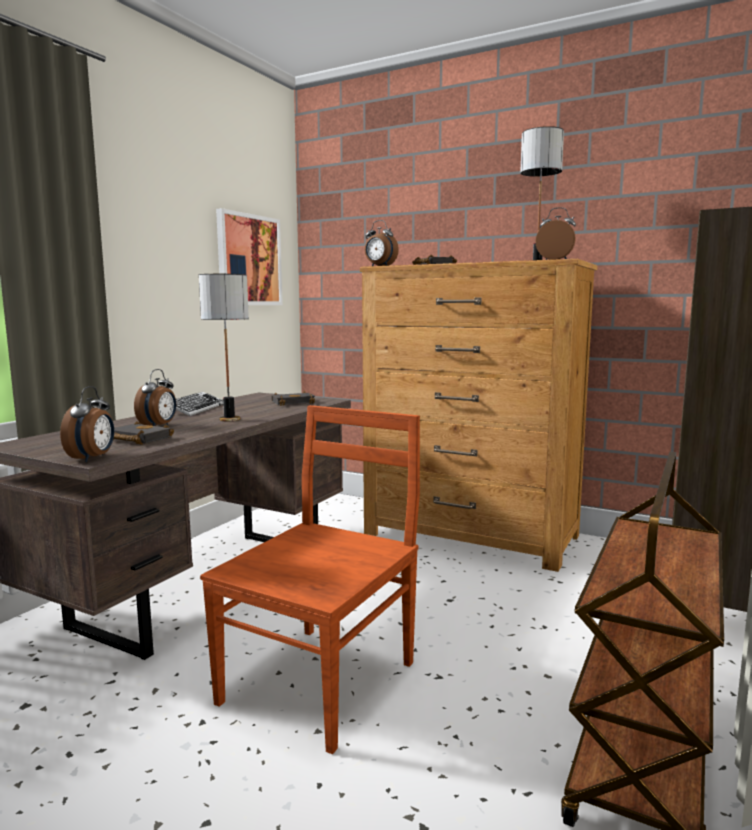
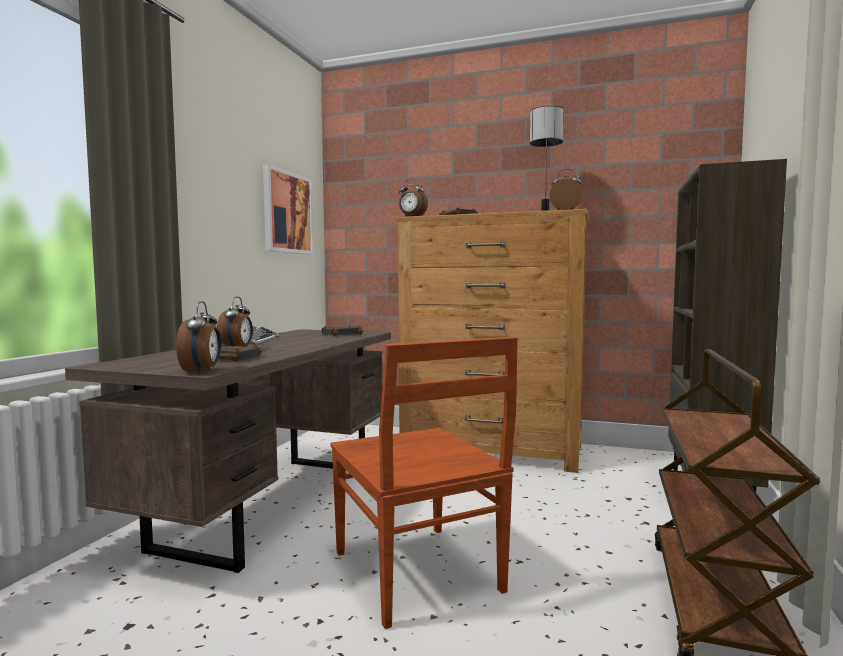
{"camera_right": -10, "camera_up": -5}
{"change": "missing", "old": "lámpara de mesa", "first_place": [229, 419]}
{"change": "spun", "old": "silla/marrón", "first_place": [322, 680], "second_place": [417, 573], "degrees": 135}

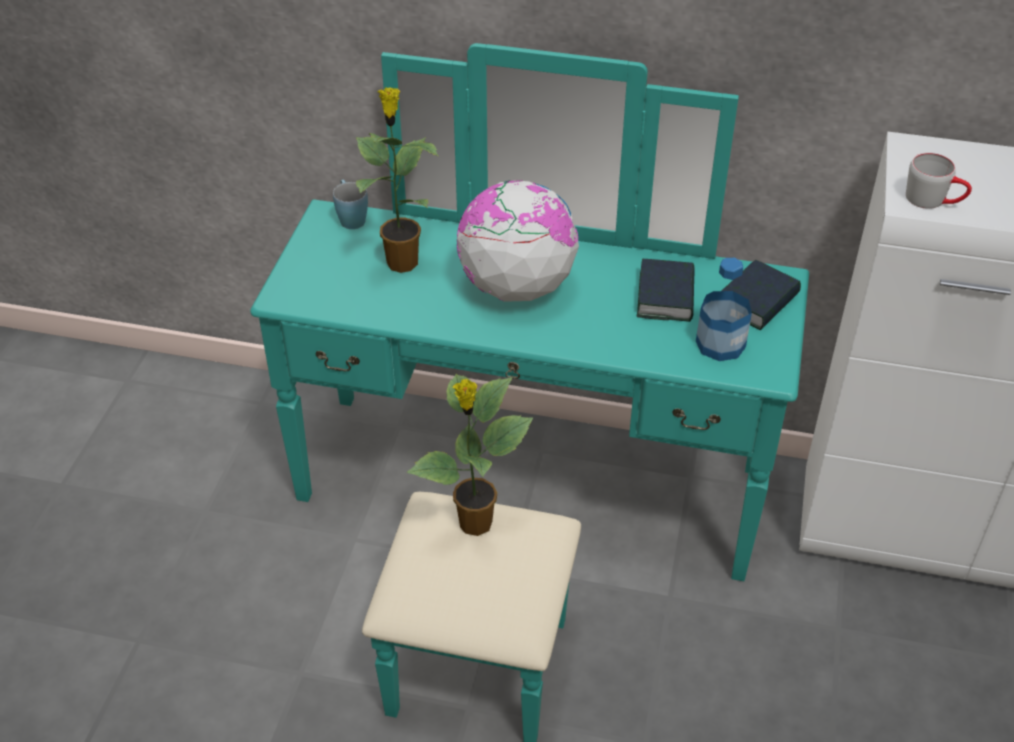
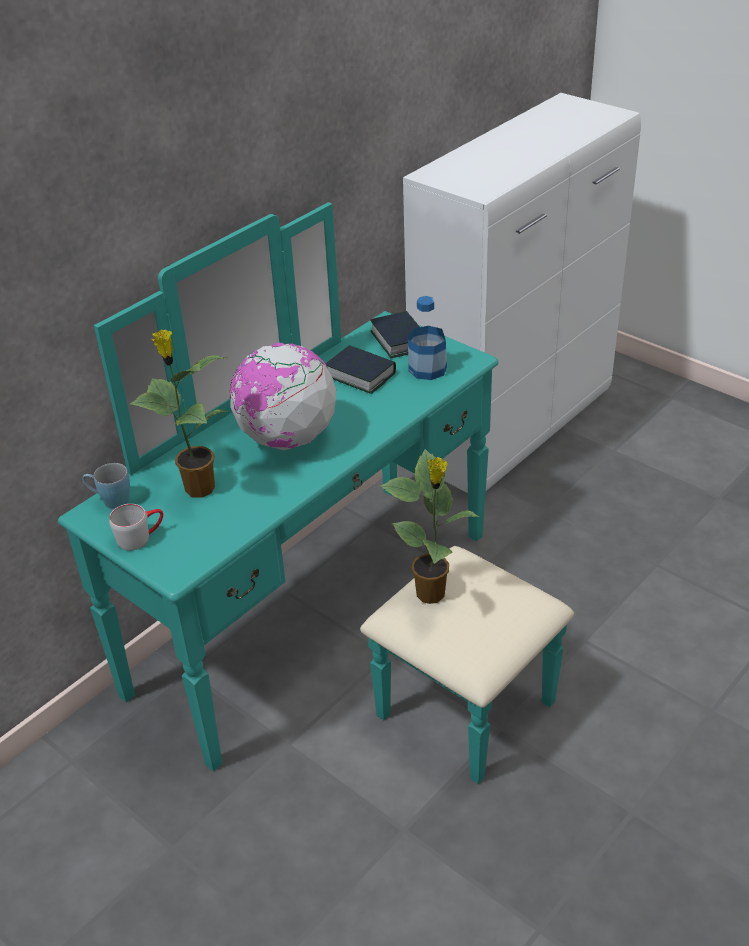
{"camera_right": -60, "camera_up": -5}
{"change": "relocated", "old": "taza grande/gris", "first_place": [934, 200], "second_place": [140, 537]}

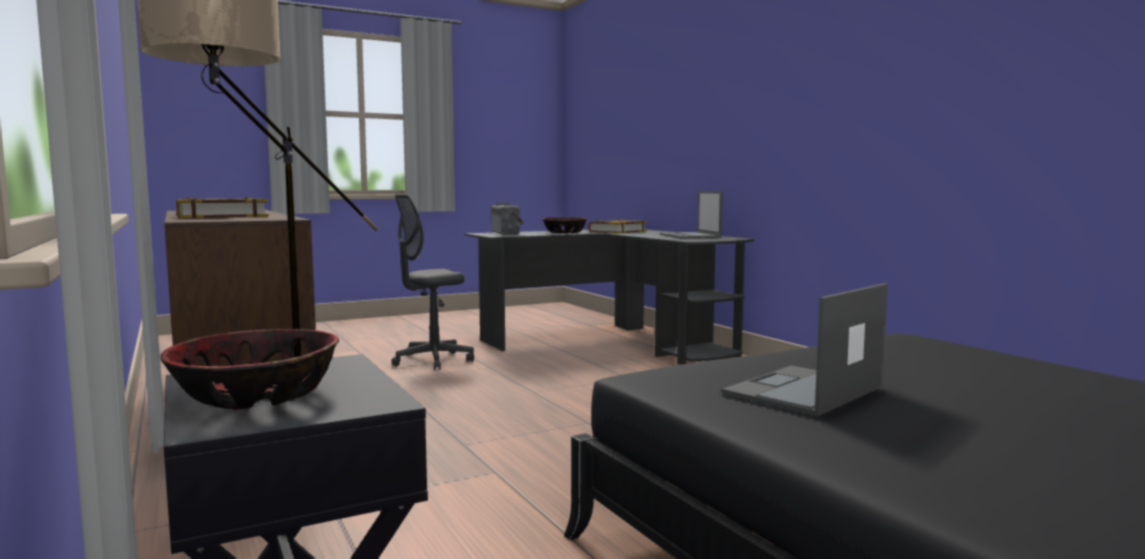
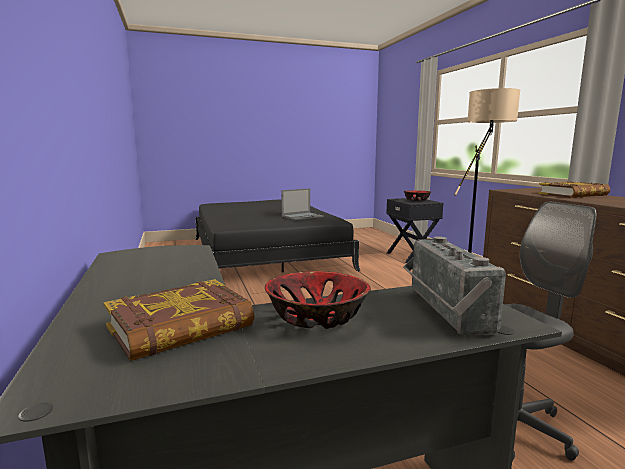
{"camera_right": -170, "camera_up": 5}
{"change": "missing", "old": "portátil", "first_place": [690, 236]}

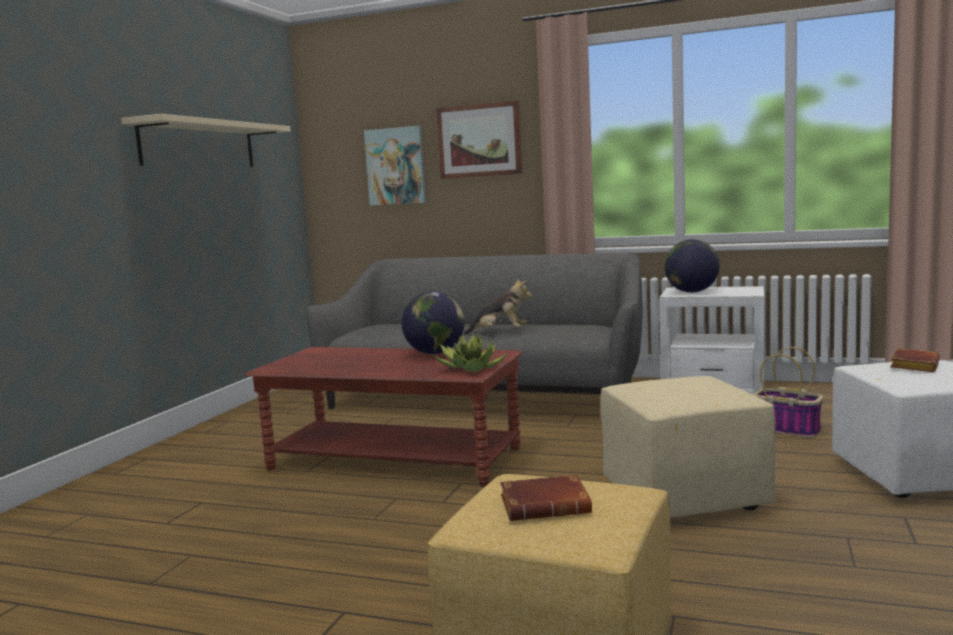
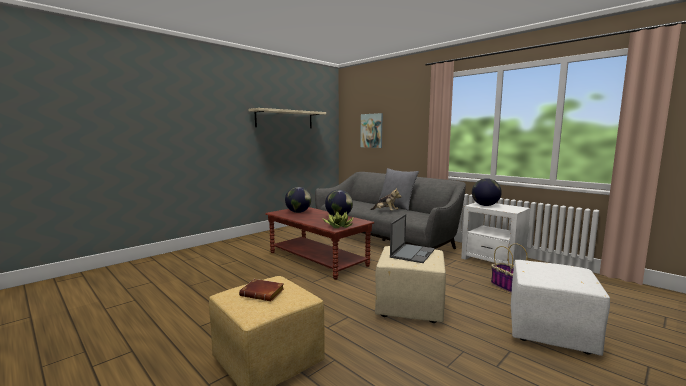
{"camera_right": 25, "camera_up": 0}
{"change": "missing", "old": "cuadro", "first_place": [479, 140]}
{"change": "missing", "old": "libro/marrón", "first_place": [912, 365]}
{"change": "appeared", "new": "cojín/gris", "second_place": [396, 206]}
{"change": "appeared", "new": "globo terráqueo", "second_place": [298, 212]}
{"change": "appeared", "new": "portátil", "second_place": [412, 253]}

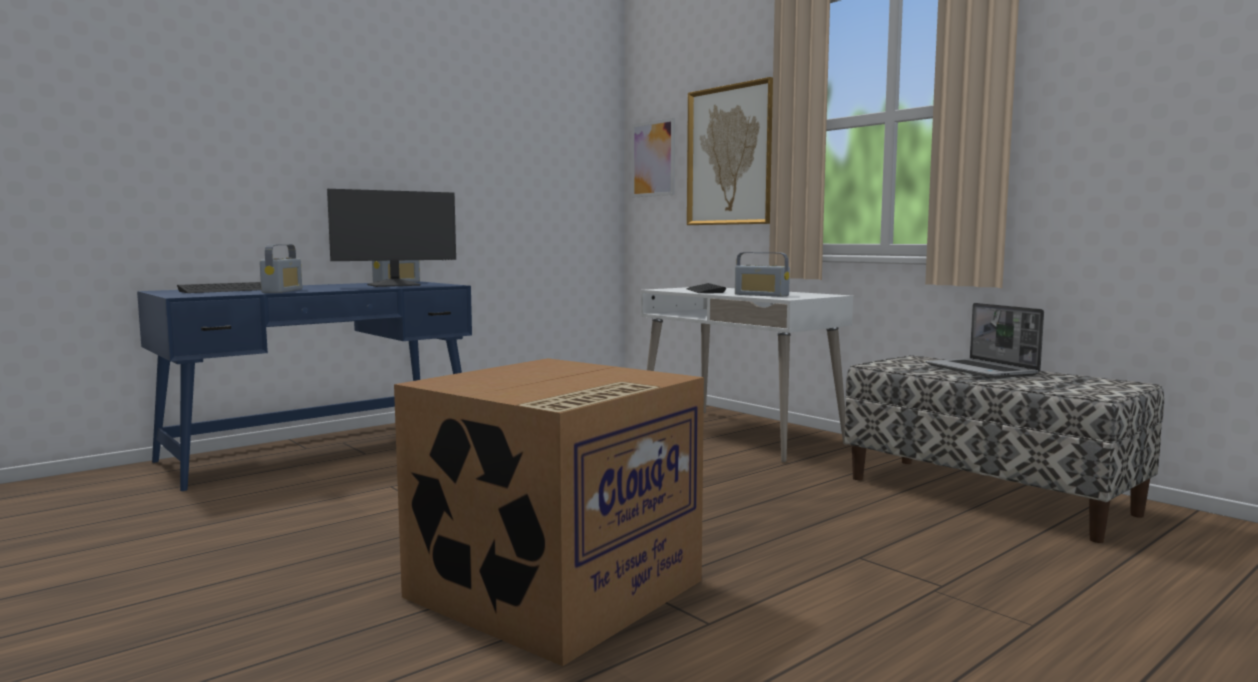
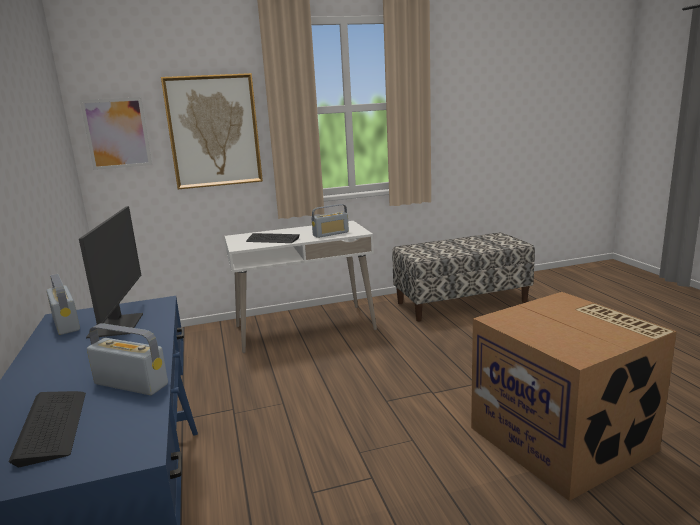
{"camera_right": -65, "camera_up": 10}
{"change": "missing", "old": "portátil", "first_place": [982, 370]}

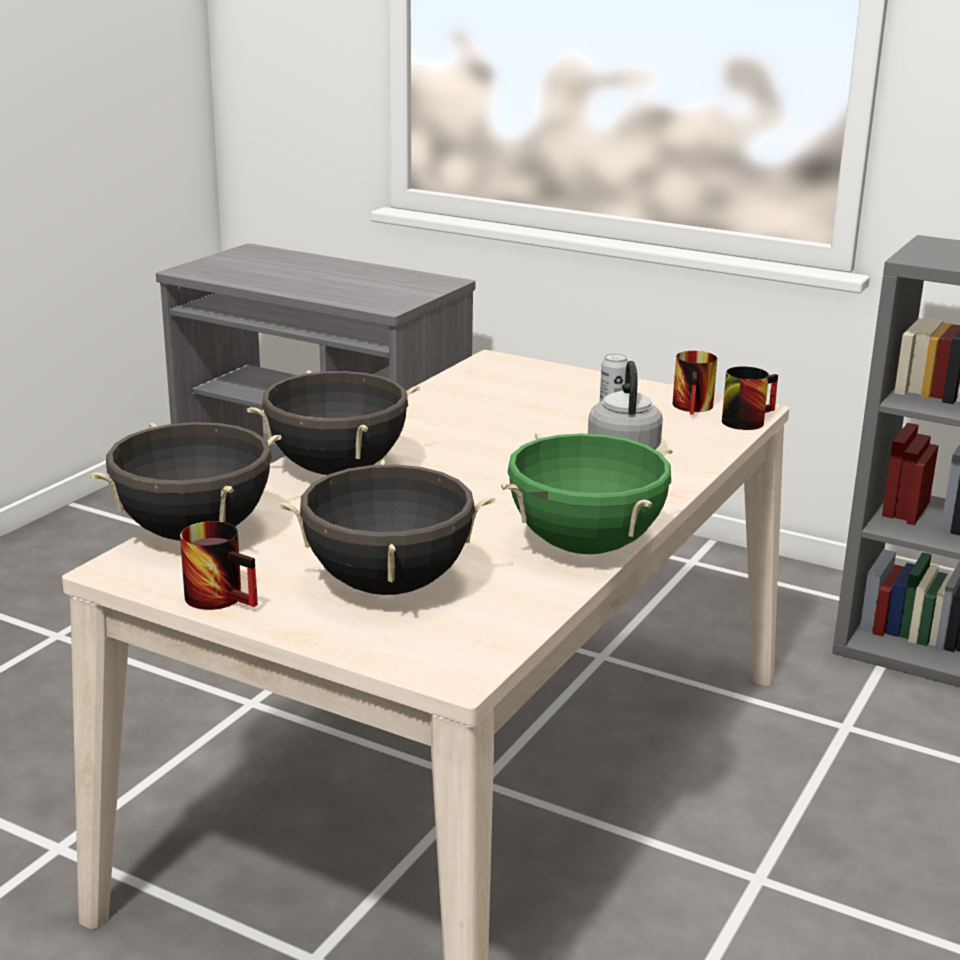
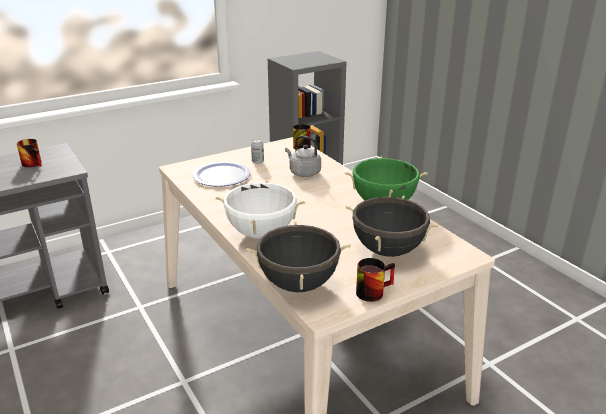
{"camera_right": -60, "camera_up": 5}
{"change": "relocated", "old": "taza grande", "first_place": [696, 408], "second_place": [35, 163]}
{"change": "colour", "old": "olla/negro", "new": "olla/blanco", "first_place": [337, 469], "second_place": [261, 233]}
{"change": "appeared", "new": "plato", "second_place": [222, 176]}

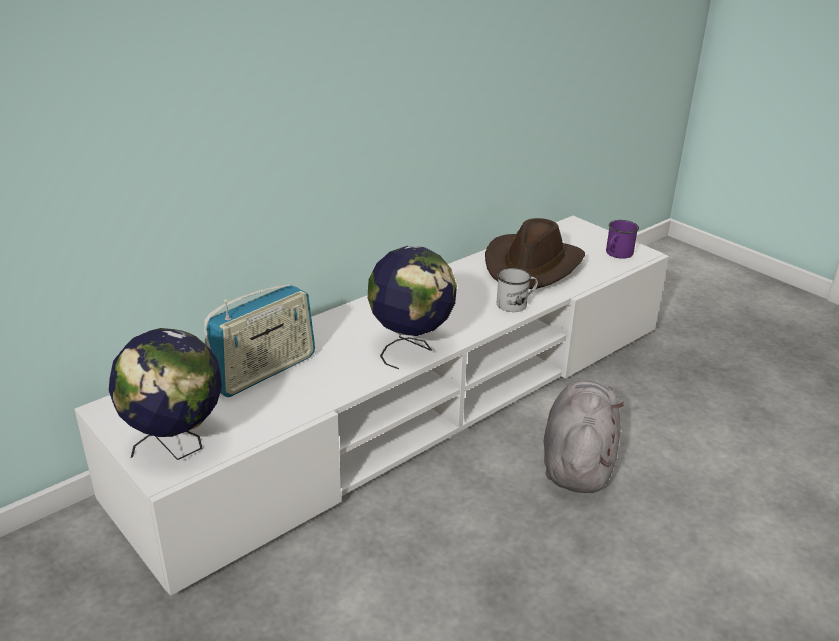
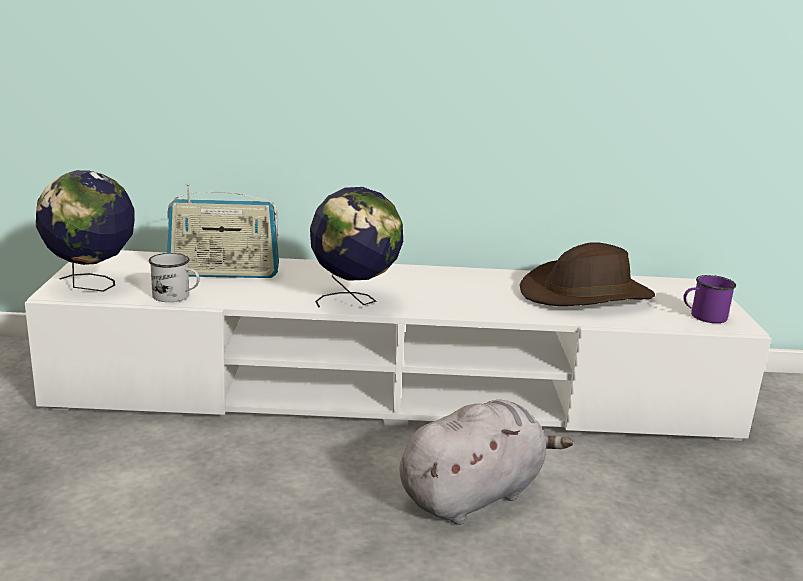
{"camera_right": 40, "camera_up": -10}
{"change": "relocated", "old": "taza grande/blanco", "first_place": [516, 304], "second_place": [176, 297]}

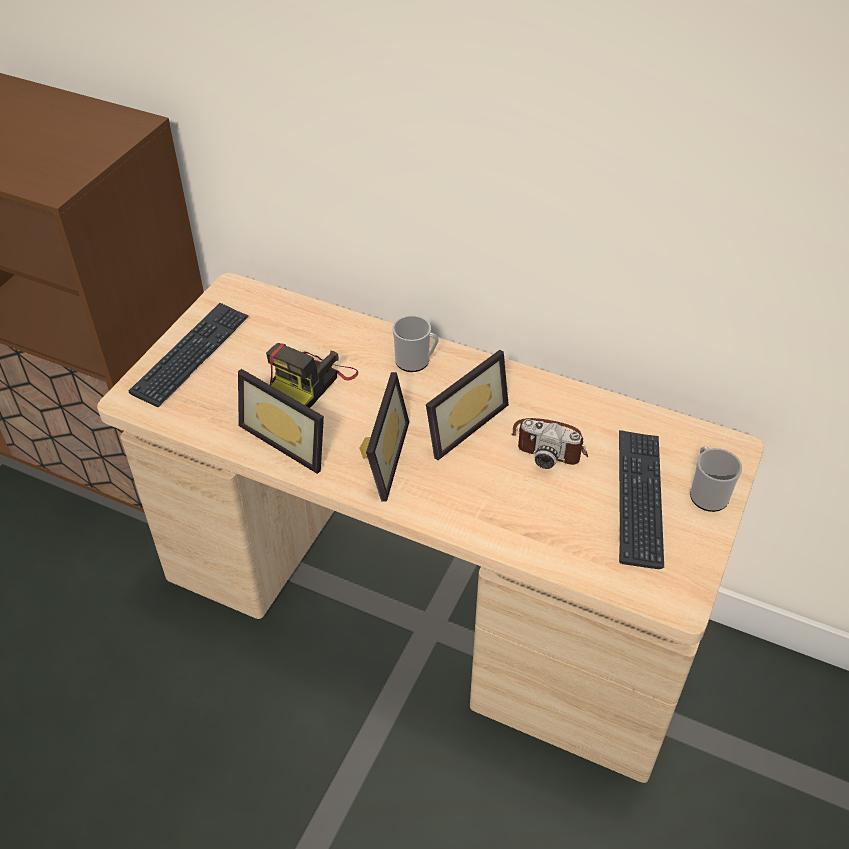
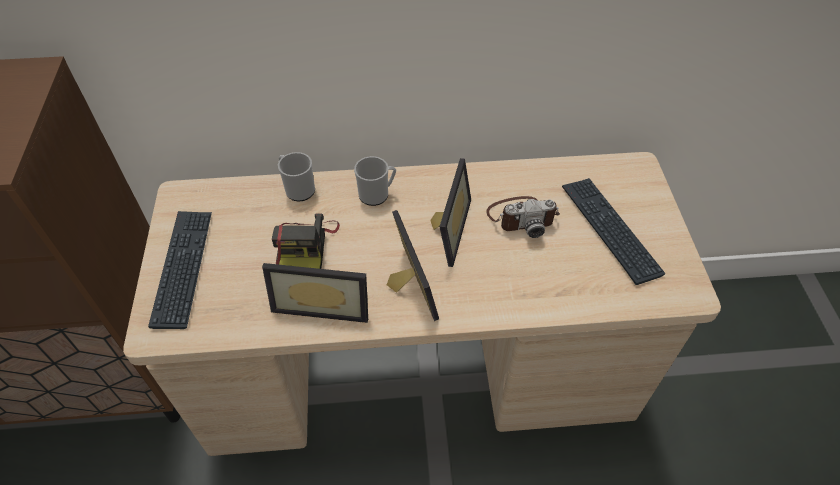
{"camera_right": -30, "camera_up": 5}
{"change": "relocated", "old": "taza grande", "first_place": [706, 493], "second_place": [298, 189]}

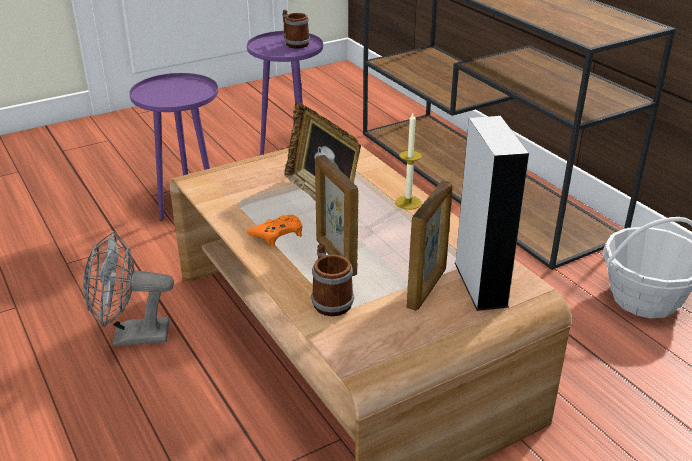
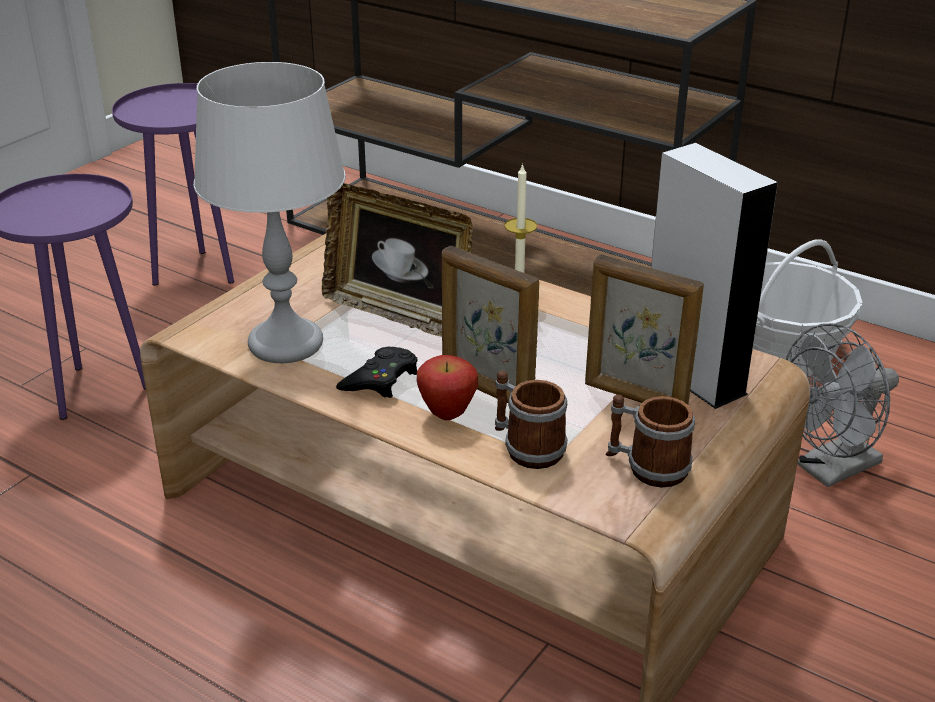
{"camera_right": -25, "camera_up": 0}
{"change": "relocated", "old": "taza grande", "first_place": [294, 43], "second_place": [647, 467]}
{"change": "spun", "old": "portarretratos", "first_place": [427, 288], "second_place": [634, 397], "degrees": 120}
{"change": "colour", "old": "mando de consola/naranja", "new": "mando de consola/negro", "first_place": [278, 234], "second_place": [380, 379]}
{"change": "relocated", "old": "ventilador/gris", "first_place": [131, 336], "second_place": [829, 470]}
{"change": "appeared", "new": "lámpara de mesa/gris", "second_place": [286, 344]}
{"change": "appeared", "new": "manzana", "second_place": [447, 414]}

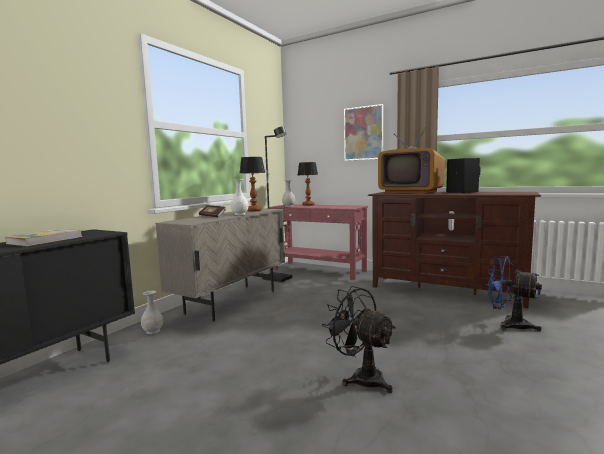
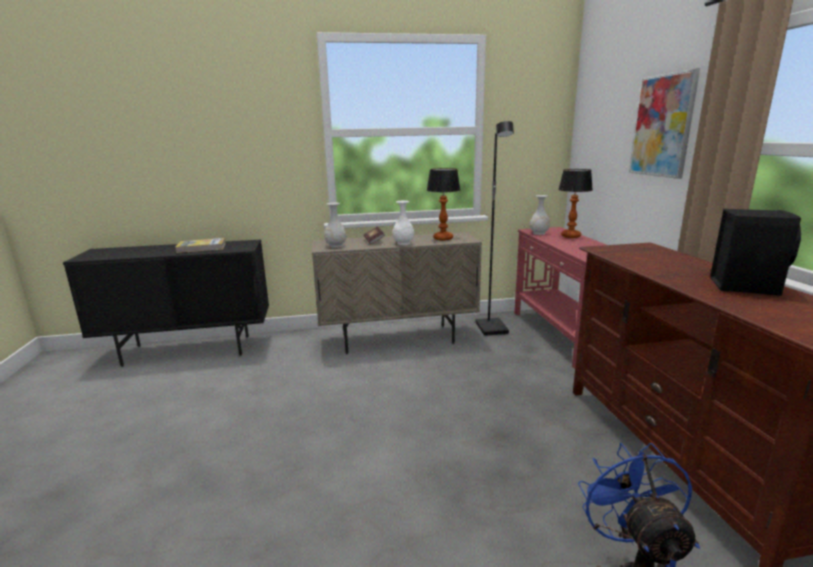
{"camera_right": 50, "camera_up": 10}
{"change": "missing", "old": "televisor", "first_place": [411, 192]}
{"change": "missing", "old": "ventilador/negro", "first_place": [361, 377]}
{"change": "relocated", "old": "florero/blanco", "first_place": [152, 331], "second_place": [336, 246]}

